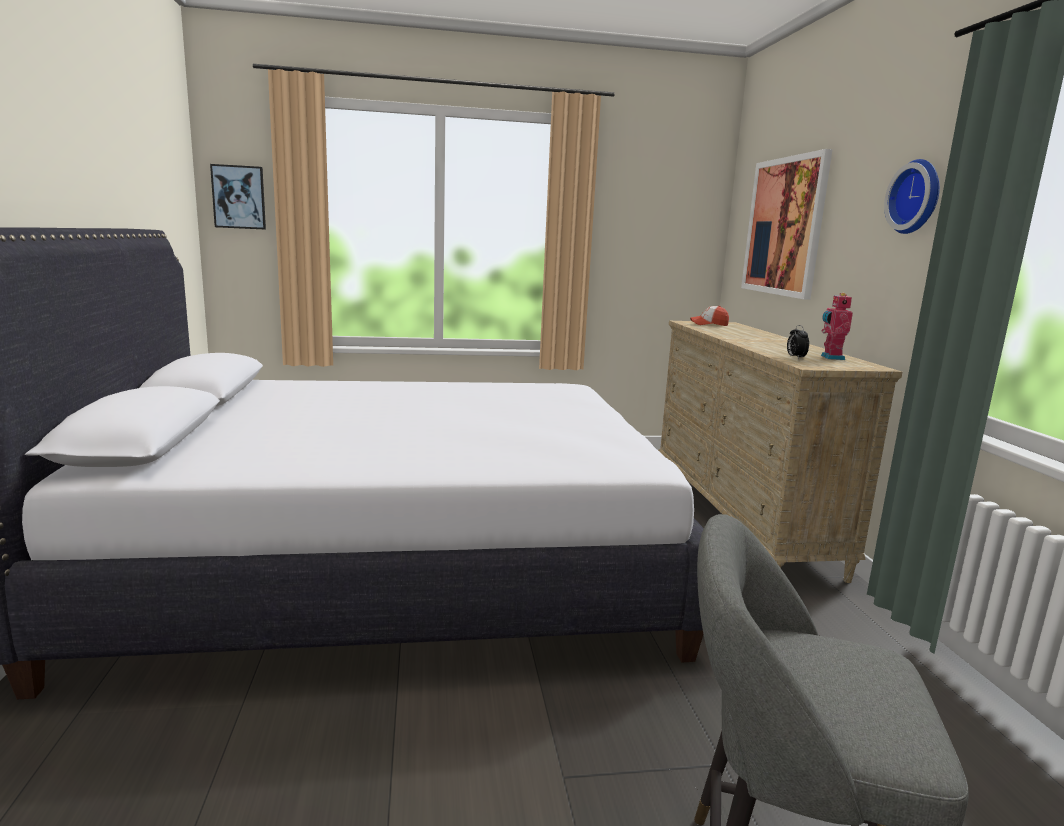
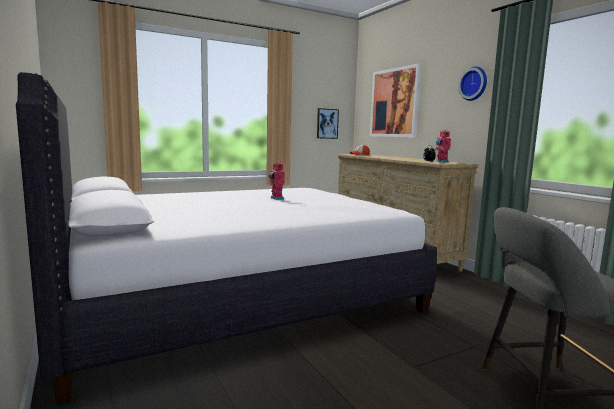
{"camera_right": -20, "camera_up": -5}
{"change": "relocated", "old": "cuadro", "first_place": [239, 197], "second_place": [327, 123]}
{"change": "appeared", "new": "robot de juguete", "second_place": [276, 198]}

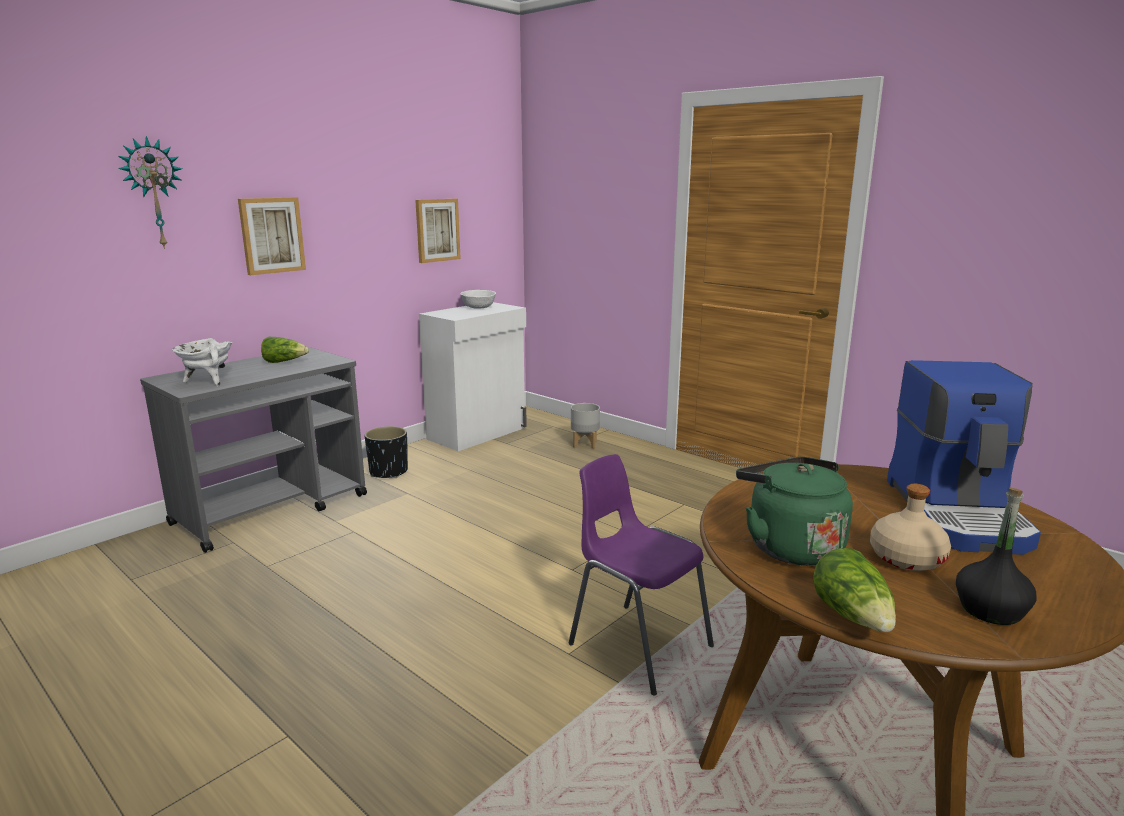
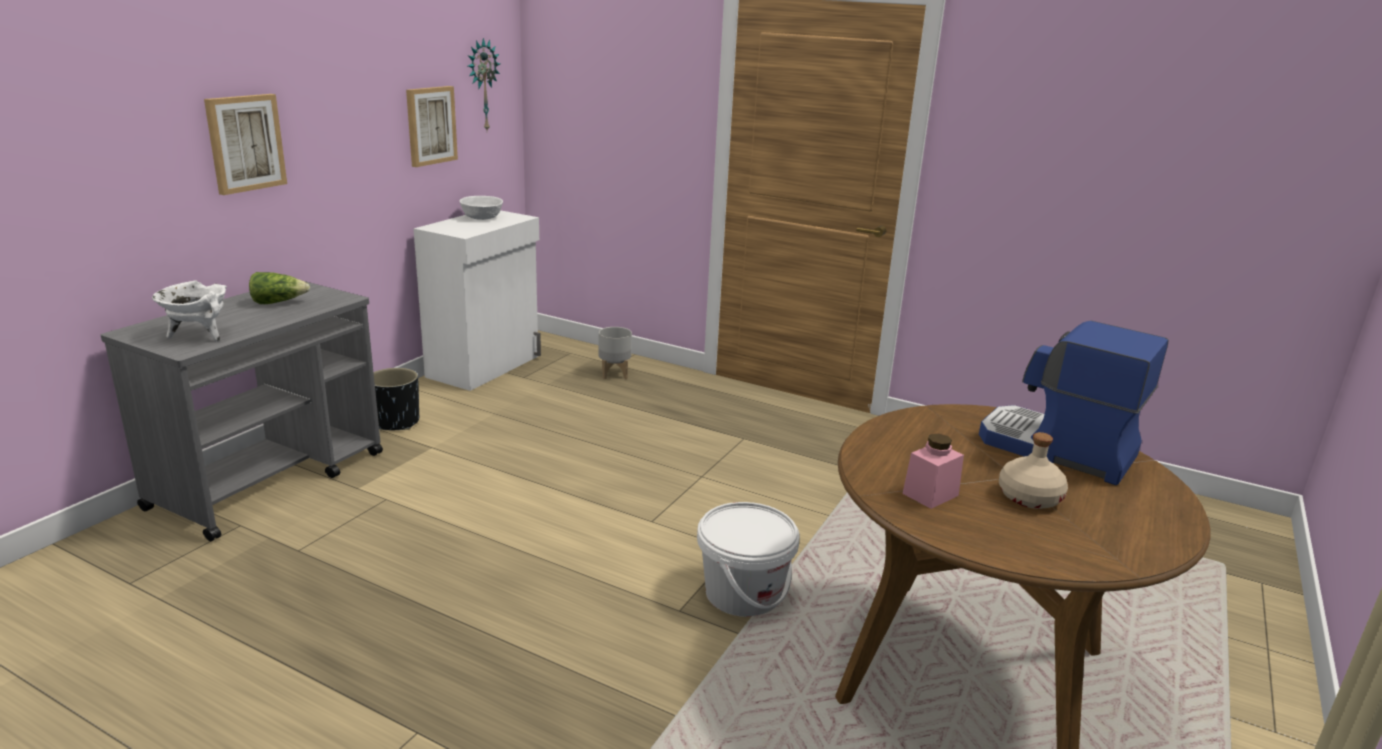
{"camera_right": -15, "camera_up": 5}
{"change": "relocated", "old": "reloj de pared", "first_place": [153, 193], "second_place": [482, 85]}
{"change": "spun", "old": "cafetera", "first_place": [958, 513], "second_place": [1056, 449], "degrees": 135}
{"change": "exchanged", "old": "silla/morado", "new": "cubo/blanco", "first_place": [637, 644], "second_place": [743, 593]}
{"change": "exchanged", "old": "hervidor/verde", "new": "tarro/rosa", "first_place": [789, 546], "second_place": [930, 494]}
{"change": "missing", "old": "botella/negro", "first_place": [990, 610]}
{"change": "missing", "old": "lechuga", "first_place": [853, 617]}

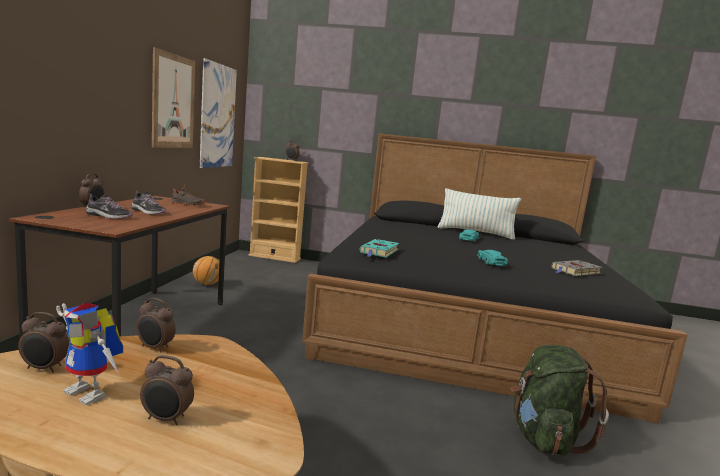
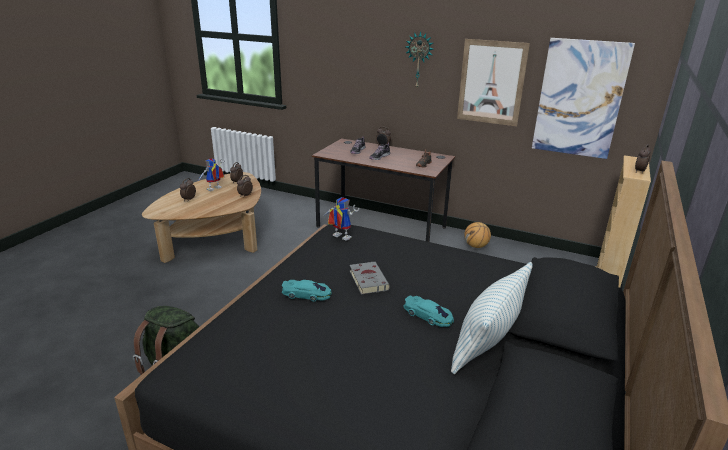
{"camera_right": 105, "camera_up": 15}
{"change": "exchanged", "old": "libro/turquesa", "new": "robot de juguete", "first_place": [379, 251], "second_place": [339, 237]}
{"change": "relocated", "old": "libro/gris", "first_place": [575, 271], "second_place": [368, 279]}
{"change": "appeared", "new": "reloj de pared", "second_place": [419, 60]}

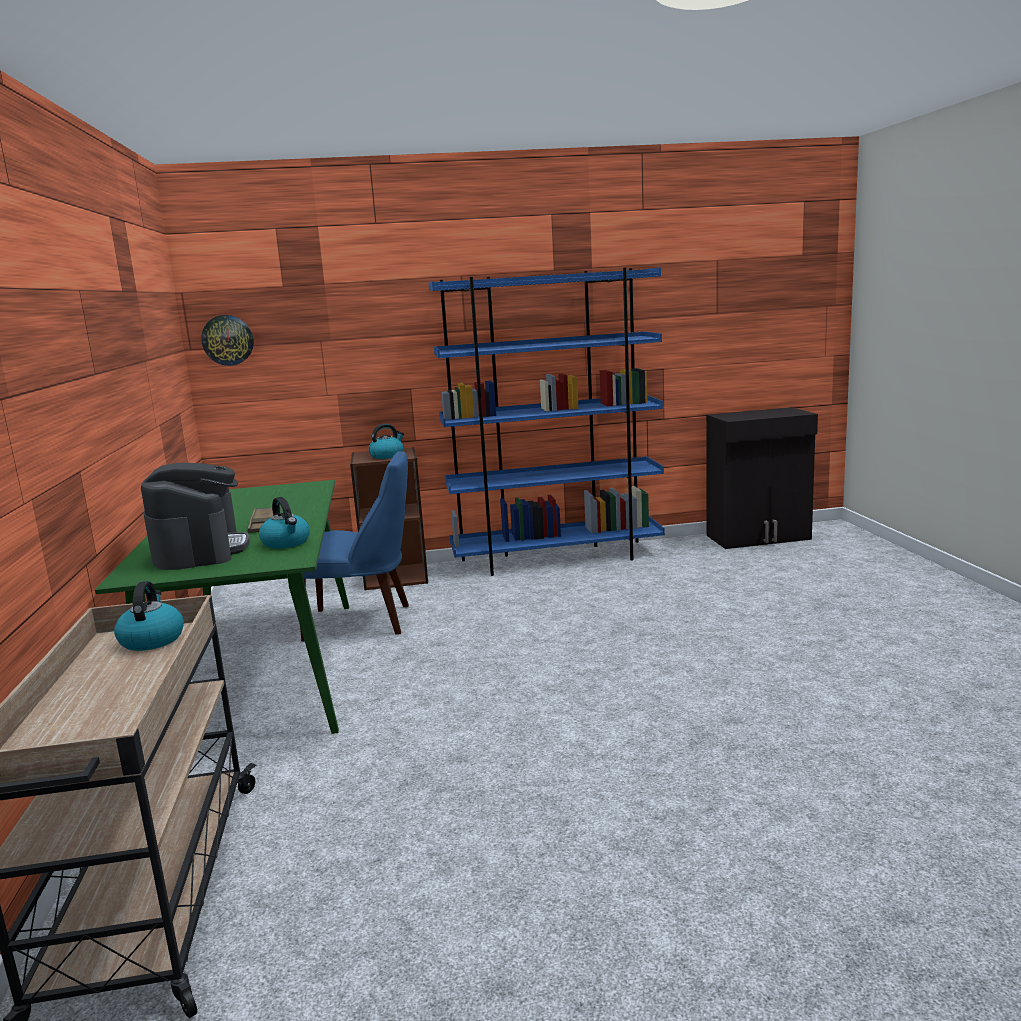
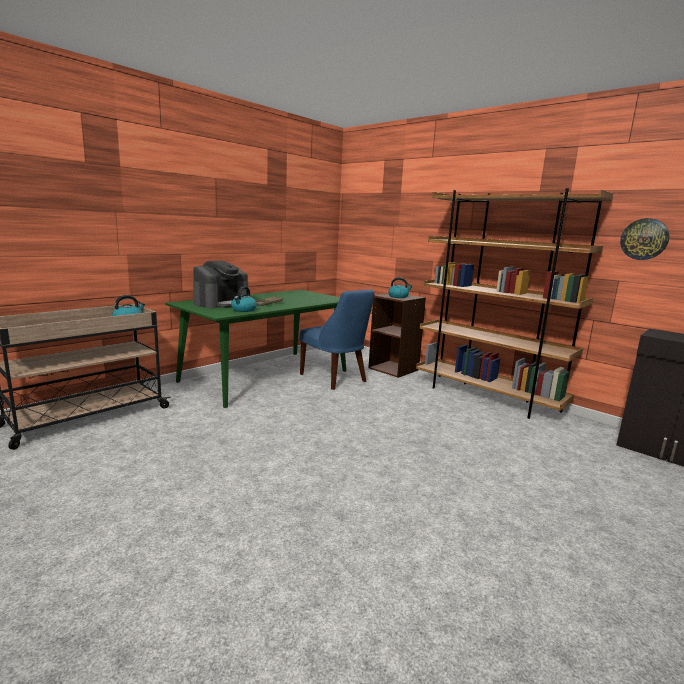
{"camera_right": 50, "camera_up": 0}
{"change": "colour", "old": "estantería/azul", "new": "estantería/marrón", "first_place": [557, 559], "second_place": [487, 397]}
{"change": "relocated", "old": "reloj de pared", "first_place": [228, 340], "second_place": [644, 239]}

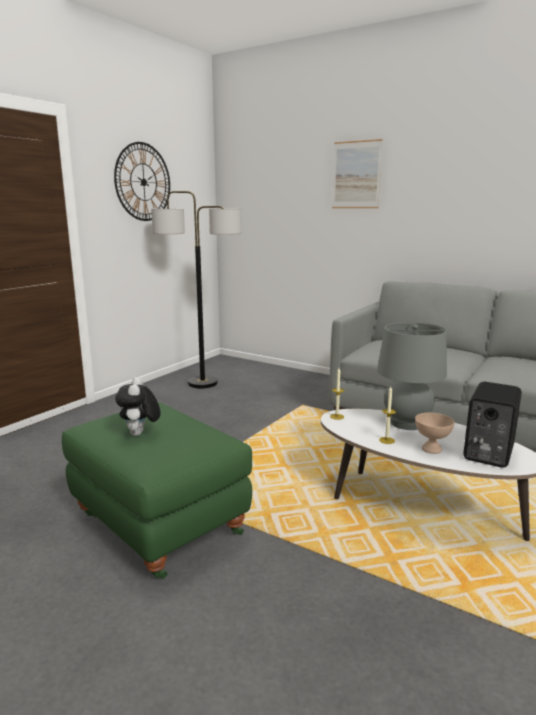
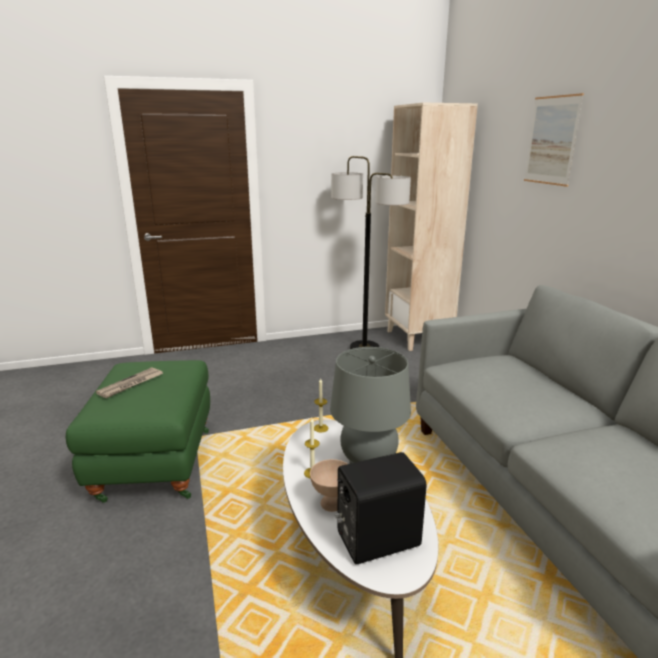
{"camera_right": 40, "camera_up": 5}
{"change": "missing", "old": "reloj de pared", "first_place": [143, 182]}
{"change": "exchanged", "old": "peluche", "new": "periódico", "first_place": [140, 434], "second_place": [131, 384]}
{"change": "appeared", "new": "estantería/beis", "second_place": [418, 338]}

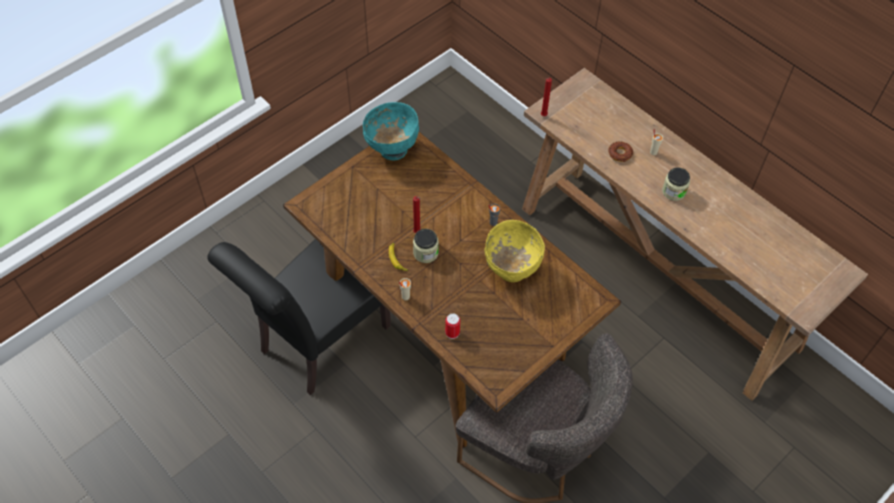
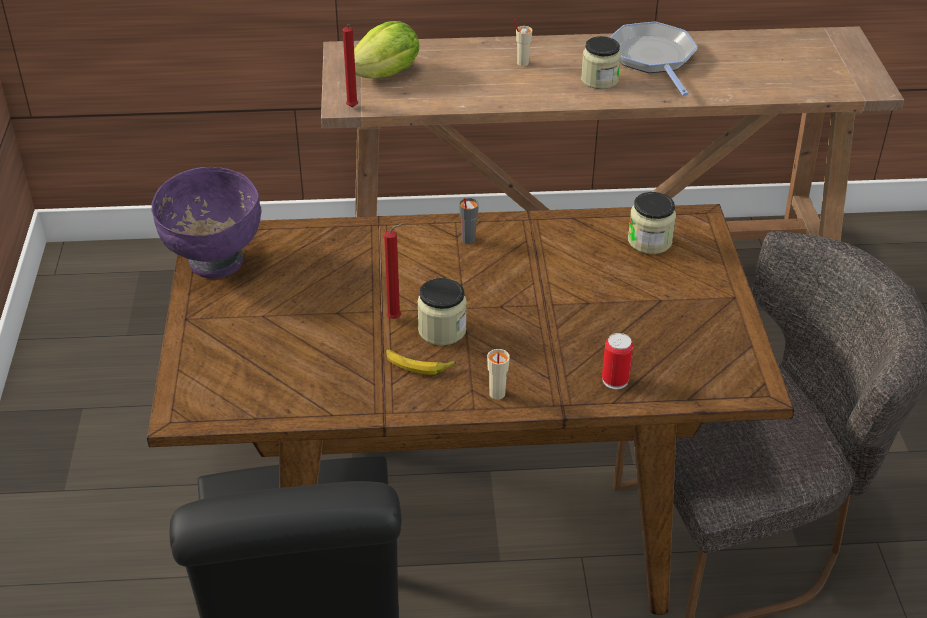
{"camera_right": -50, "camera_up": -15}
{"change": "colour", "old": "cuenco/turquesa", "new": "cuenco/morado", "first_place": [392, 149], "second_place": [214, 262]}
{"change": "missing", "old": "rosquilla", "first_place": [620, 153]}
{"change": "missing", "old": "cuenco/amarillo", "first_place": [511, 270]}
{"change": "appeared", "new": "lechuga", "second_place": [386, 74]}
{"change": "appeared", "new": "sartén", "second_place": [653, 58]}
{"change": "appeared", "new": "tarro", "second_place": [649, 241]}

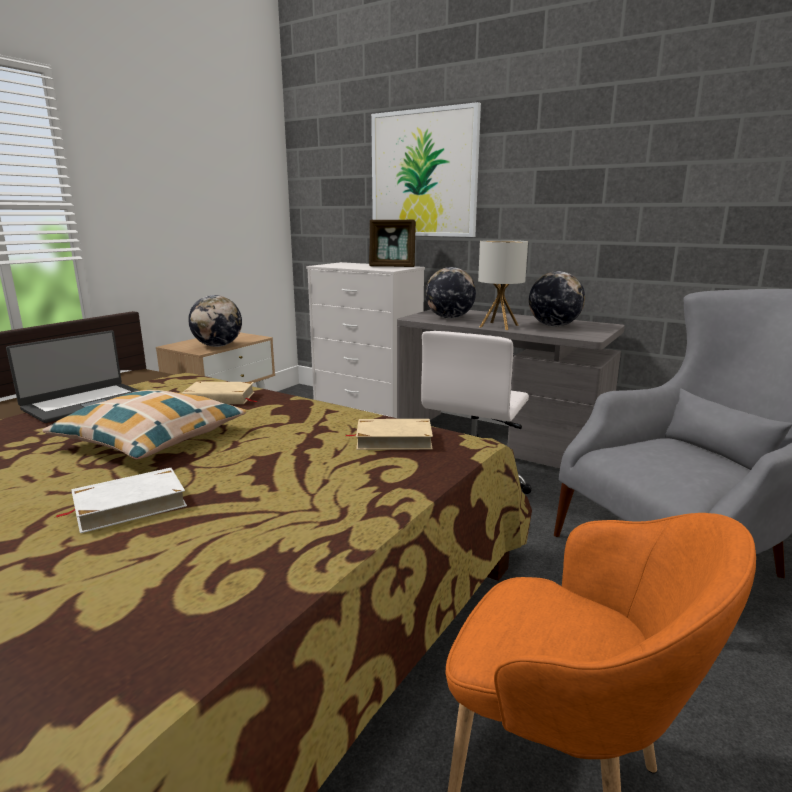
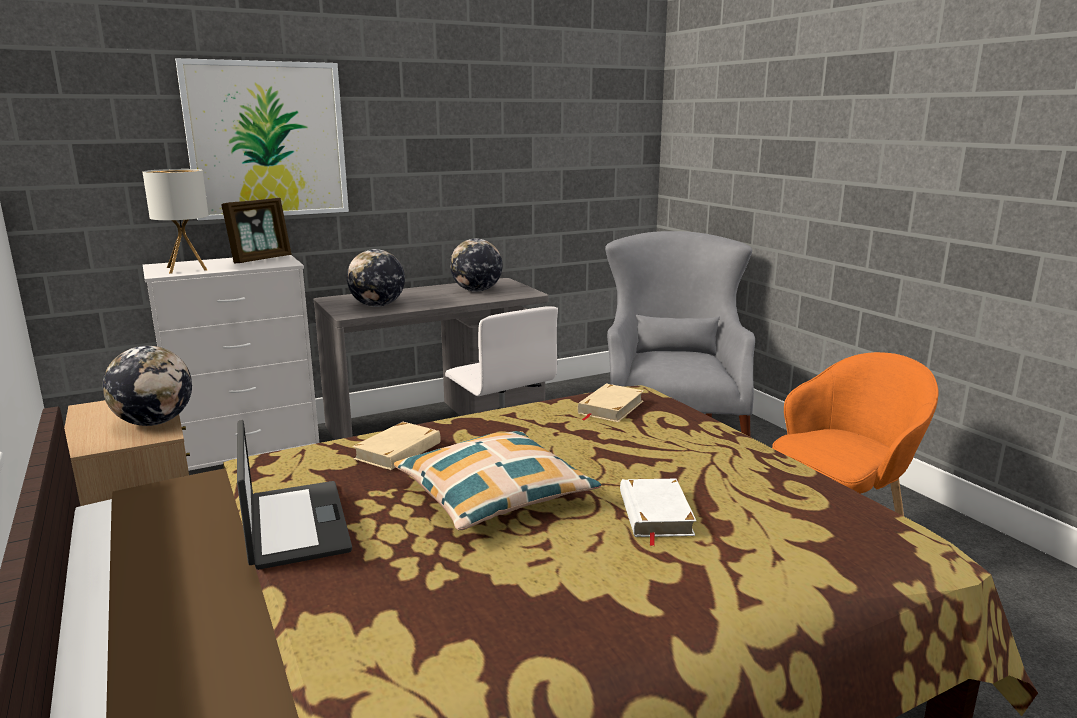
{"camera_right": -60, "camera_up": 0}
{"change": "relocated", "old": "lámpara de mesa", "first_place": [499, 326], "second_place": [187, 269]}

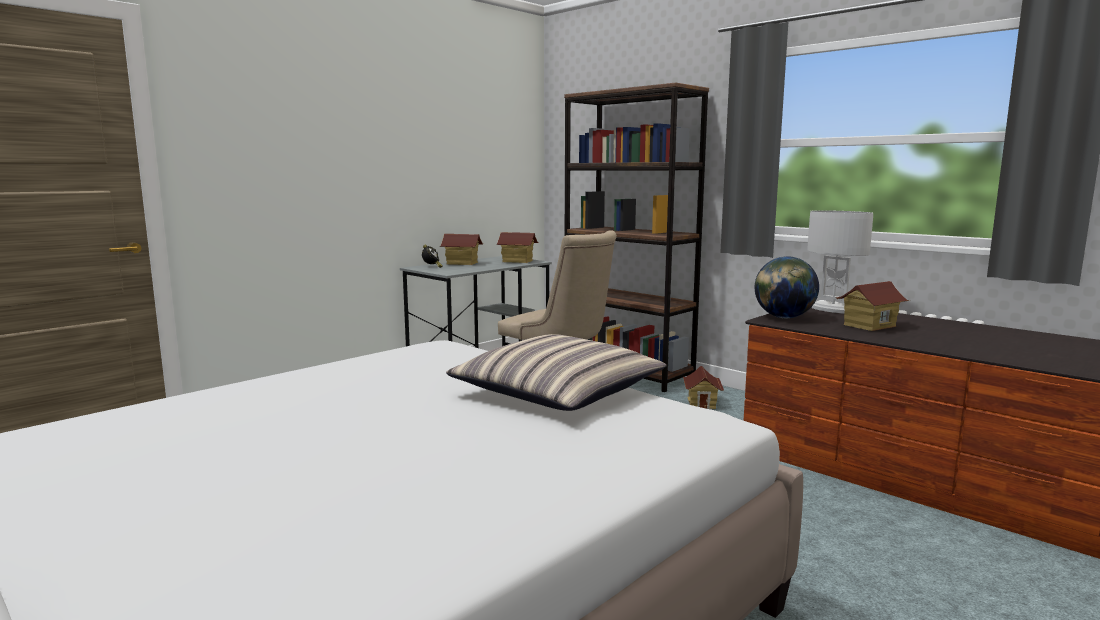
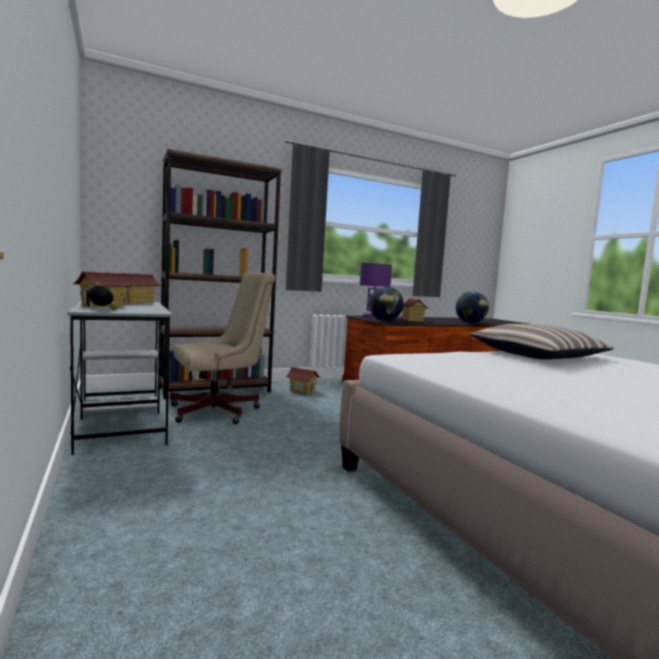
{"camera_right": -70, "camera_up": -5}
{"change": "colour", "old": "lámpara de mesa/blanco", "new": "lámpara de mesa/morado", "first_place": [832, 310], "second_place": [372, 317]}
{"change": "appeared", "new": "globo terráqueo", "second_place": [470, 323]}

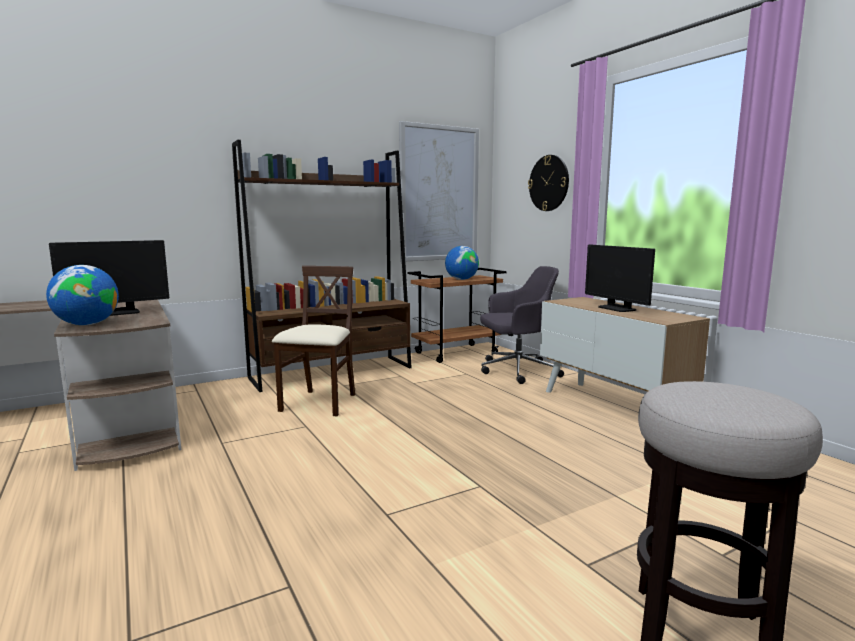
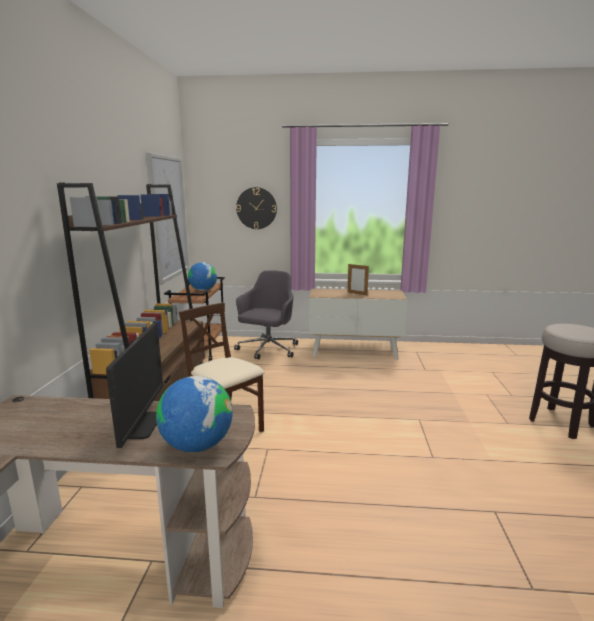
{"camera_right": -55, "camera_up": 5}
{"change": "exchanged", "old": "monitor", "new": "portarretratos", "first_place": [617, 308], "second_place": [357, 294]}

